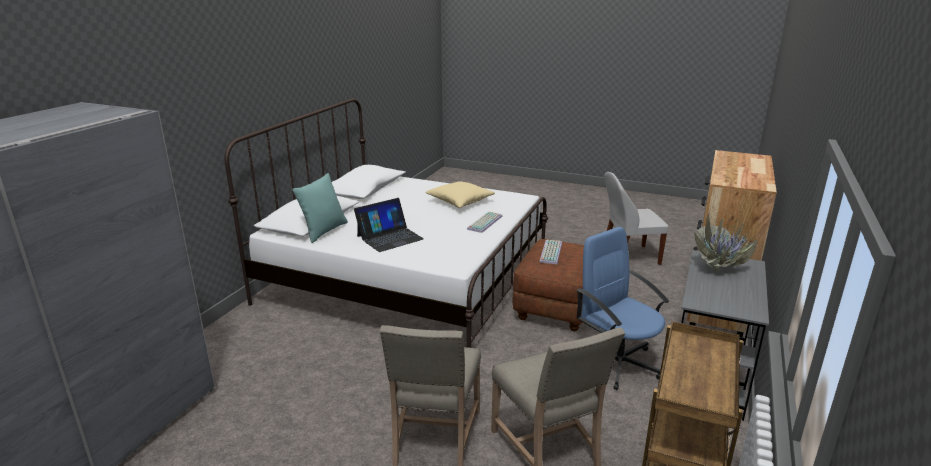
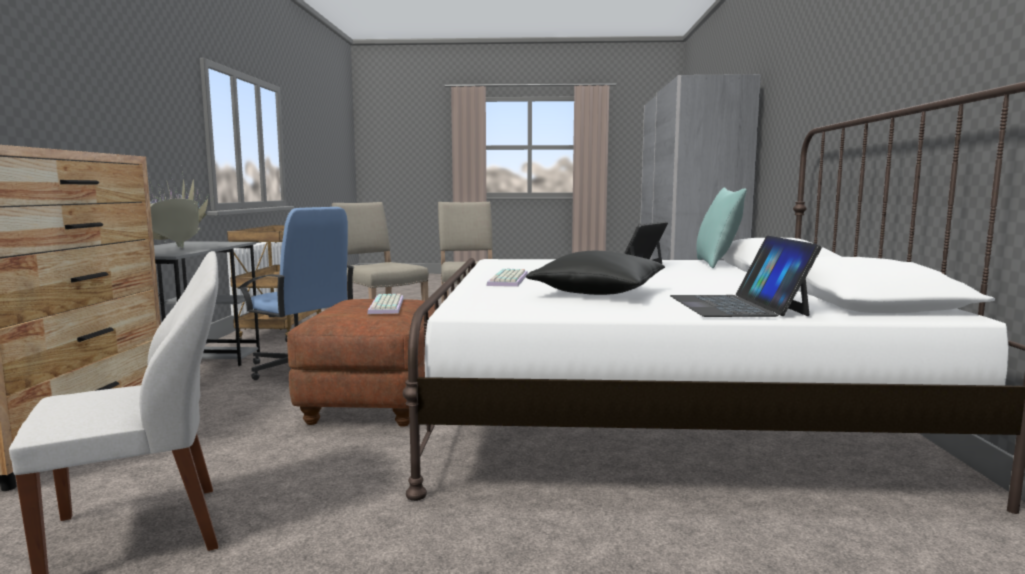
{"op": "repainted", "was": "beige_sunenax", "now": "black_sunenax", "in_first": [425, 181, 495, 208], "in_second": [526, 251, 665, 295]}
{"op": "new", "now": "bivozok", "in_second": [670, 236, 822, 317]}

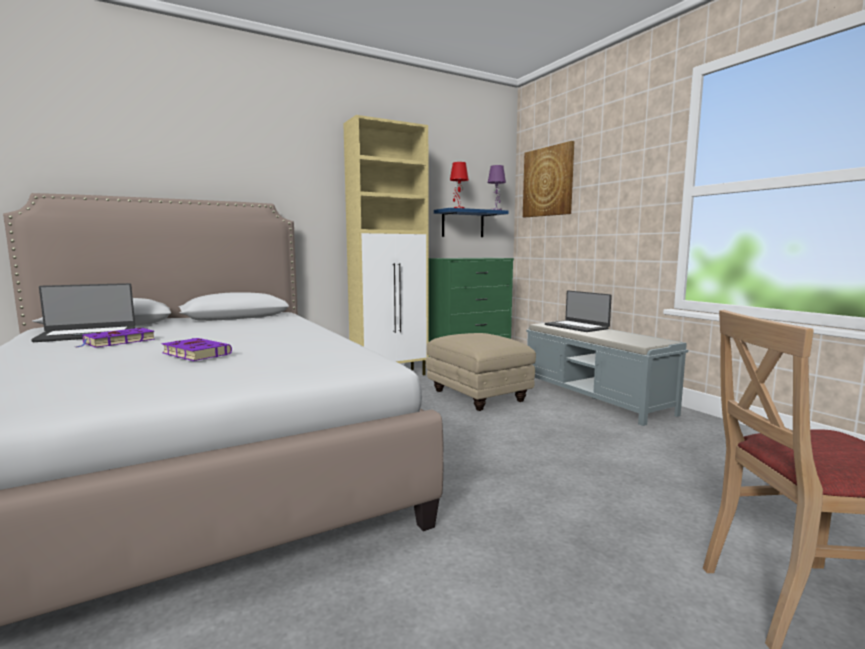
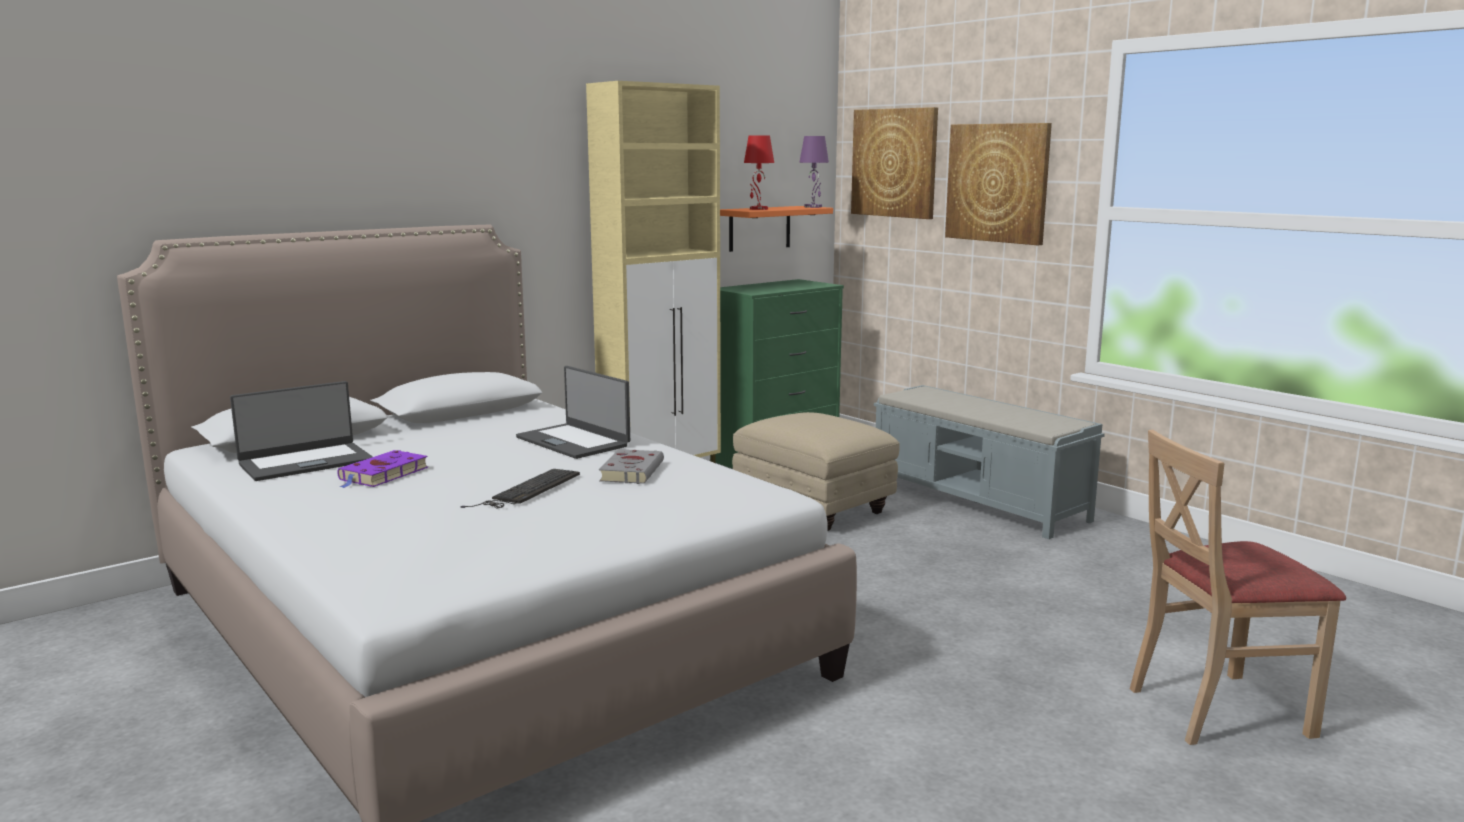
{"op": "swapped", "was": "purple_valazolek", "now": "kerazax", "in_first": [161, 338, 232, 361], "in_second": [460, 469, 580, 508]}
{"op": "shifted", "was": "bivozok", "in_first": [545, 290, 612, 332], "in_second": [516, 366, 630, 459]}
{"op": "new", "now": "grey_valazolek", "in_second": [599, 449, 664, 484]}
{"op": "repainted", "was": "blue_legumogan", "now": "orange_legumogan", "in_first": [434, 208, 508, 237], "in_second": [720, 206, 833, 252]}
{"op": "new", "now": "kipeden", "in_second": [945, 123, 1052, 246]}

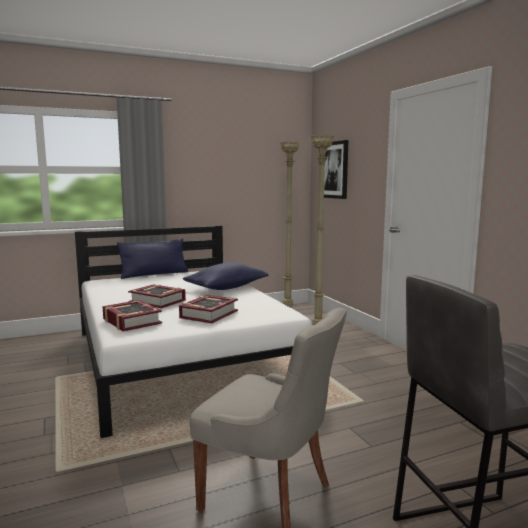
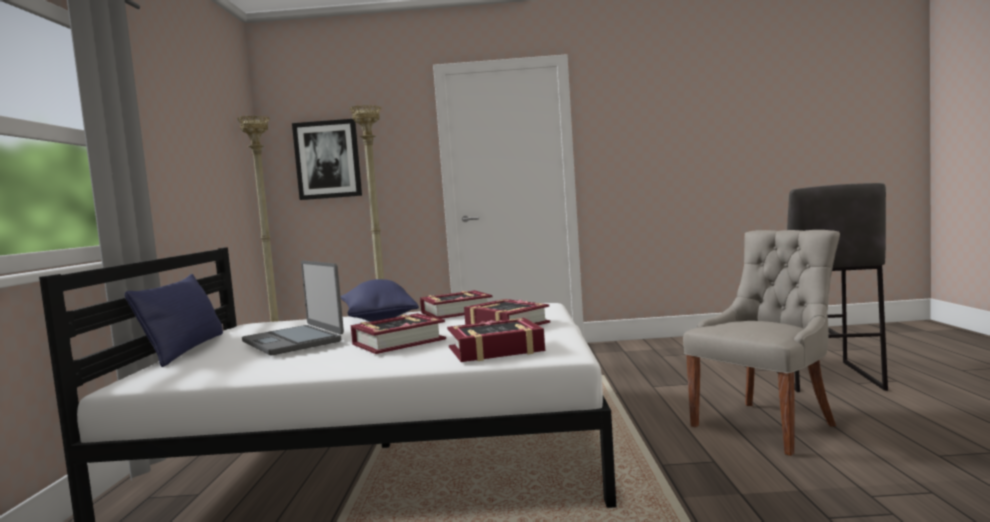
{"op": "new", "now": "bivozok", "in_second": [242, 261, 344, 355]}
{"op": "new", "now": "valazolek", "in_second": [420, 290, 492, 319]}

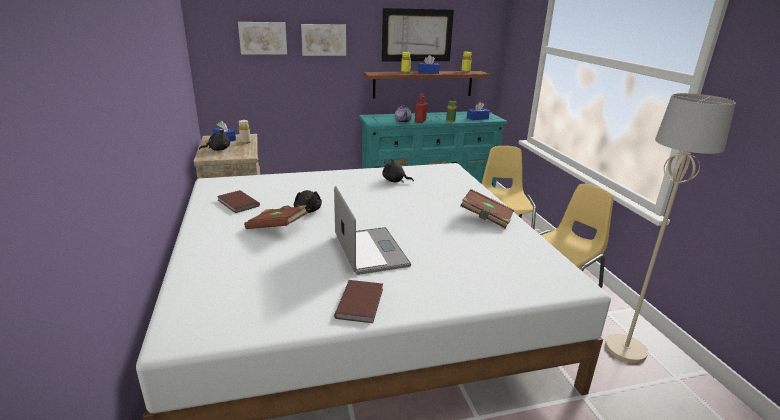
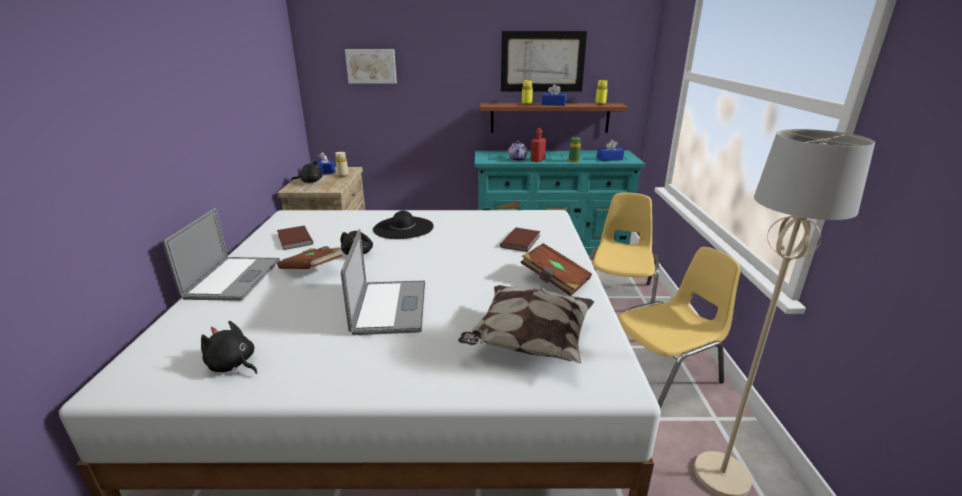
{"op": "new", "now": "bivozok", "in_second": [163, 208, 280, 301]}
{"op": "shifted", "was": "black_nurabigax", "in_first": [382, 159, 414, 183], "in_second": [201, 321, 257, 374]}
{"op": "new", "now": "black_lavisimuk", "in_second": [373, 211, 434, 239]}
{"op": "new", "now": "sunenax", "in_second": [458, 285, 594, 364]}
{"op": "shifted", "was": "brown_valazolek", "in_first": [334, 280, 383, 323], "in_second": [500, 228, 540, 252]}
{"op": "gone", "was": "kipeden", "in_first": [301, 24, 346, 56]}

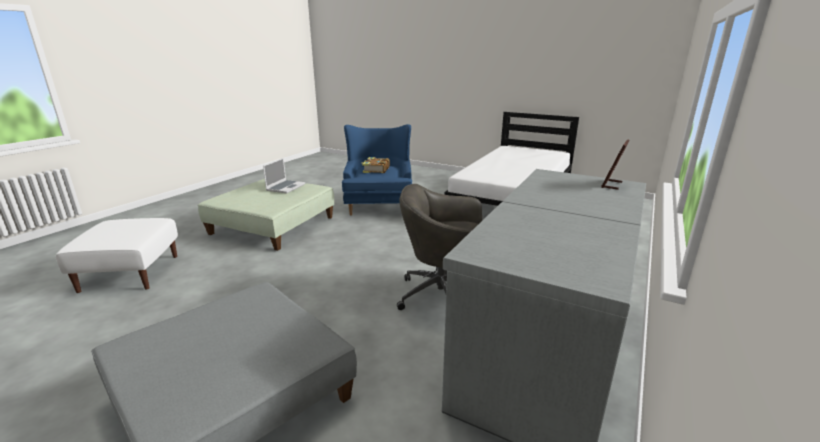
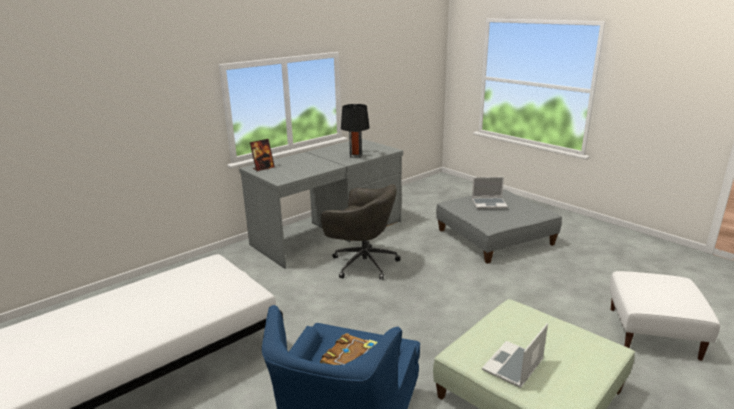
{"op": "new", "now": "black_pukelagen", "in_second": [341, 104, 370, 158]}
{"op": "new", "now": "bivozok", "in_second": [472, 177, 508, 209]}

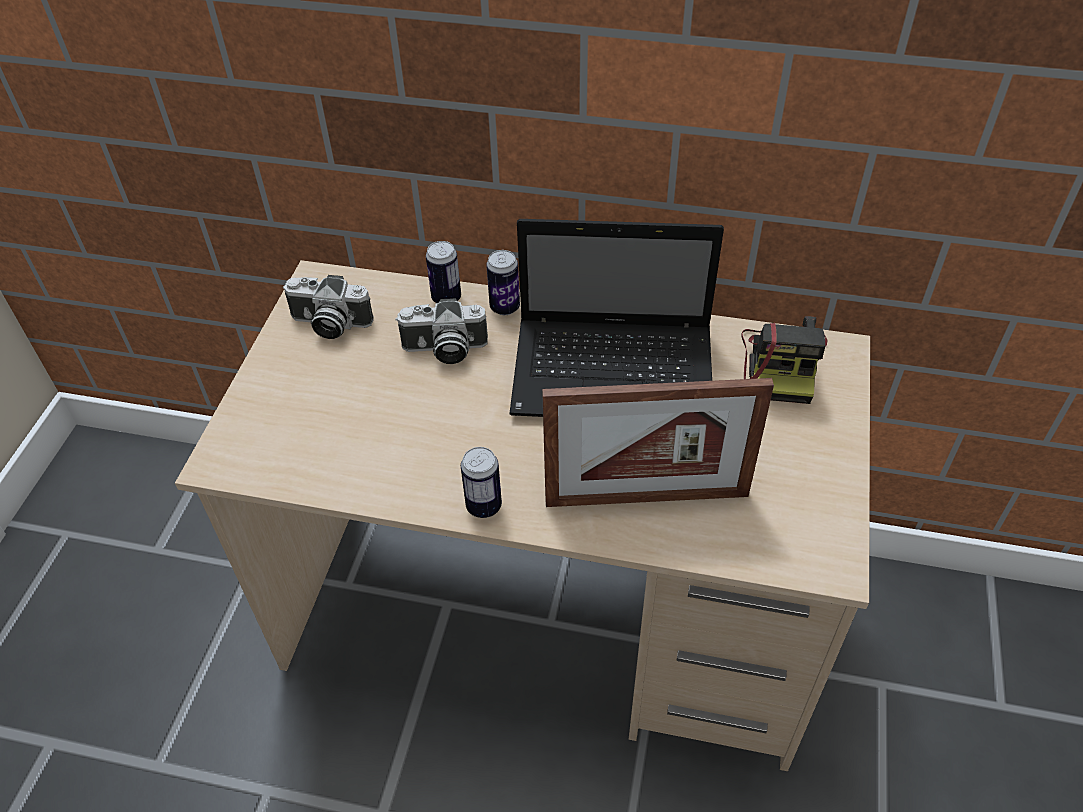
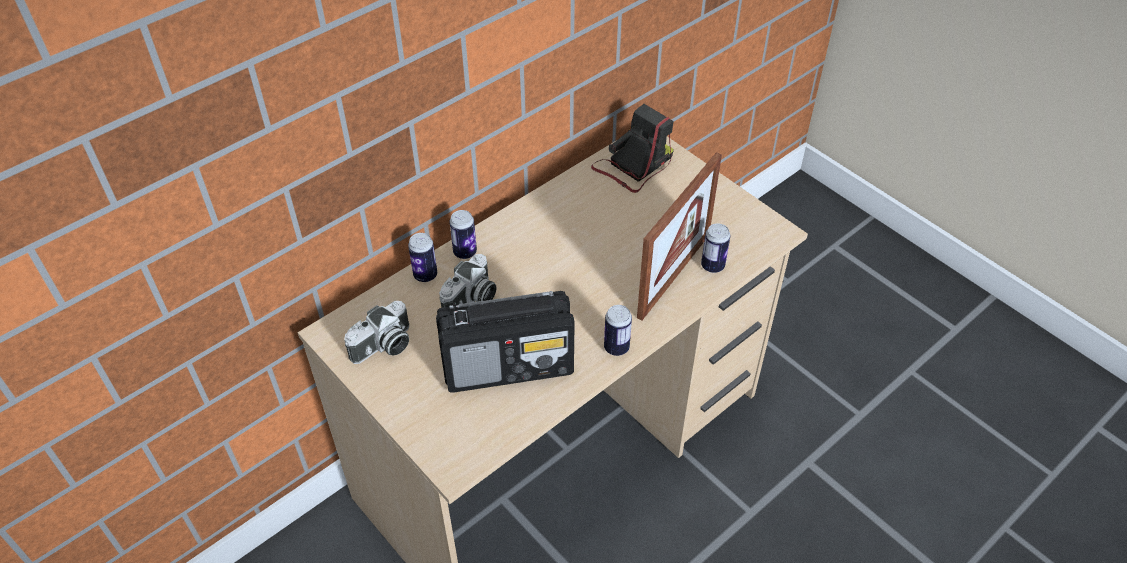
{"op": "new", "now": "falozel", "in_second": [436, 291, 574, 393]}
{"op": "rotated", "was": "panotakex", "in_first": [741, 316, 827, 404], "in_second": [591, 104, 674, 193], "clockwise": -90}
{"op": "new", "now": "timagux", "in_second": [701, 223, 730, 273]}
{"op": "gone", "was": "bivozok", "in_first": [510, 219, 724, 417]}

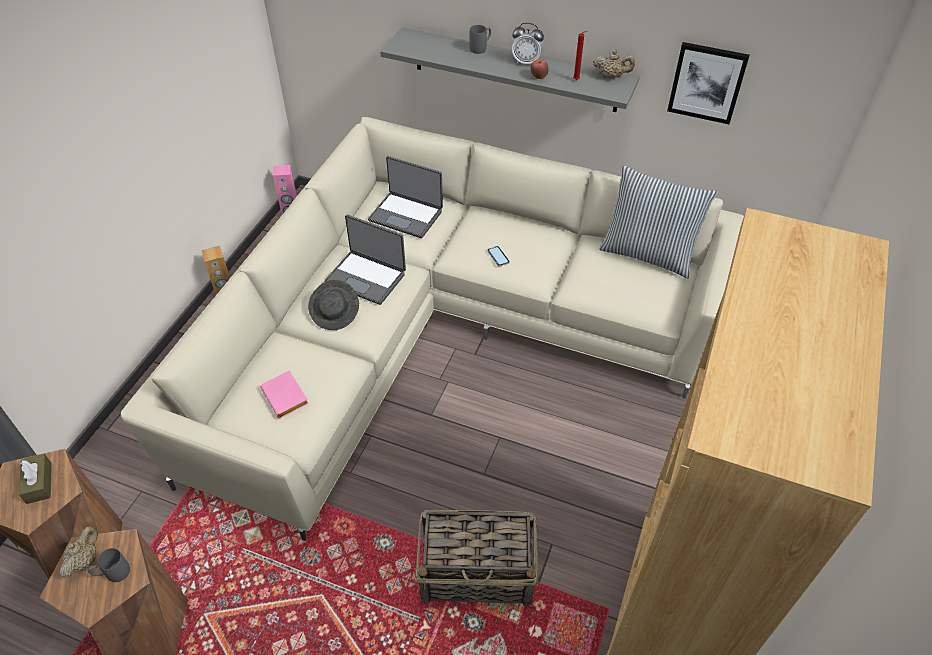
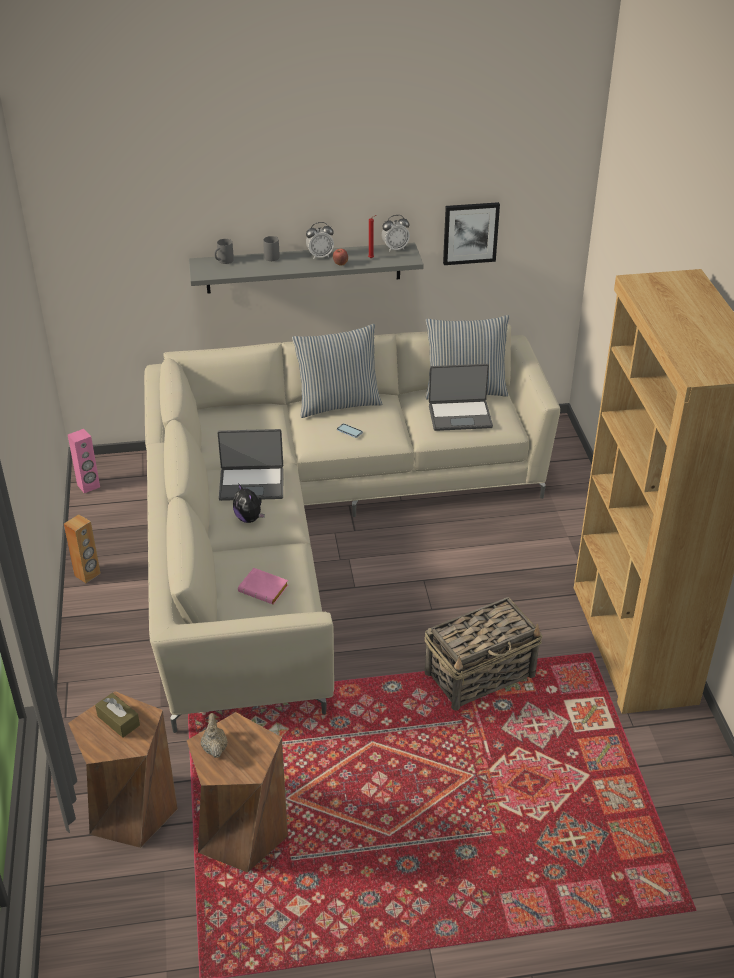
{"op": "shifted", "was": "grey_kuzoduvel", "in_first": [88, 548, 130, 582], "in_second": [214, 239, 234, 264]}
{"op": "swapped", "was": "grey_lavisimuk", "now": "nurabigax", "in_first": [308, 280, 359, 330], "in_second": [233, 483, 265, 523]}
{"op": "new", "now": "sunenax", "in_second": [292, 324, 383, 418]}
{"op": "swapped", "was": "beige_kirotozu", "now": "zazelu", "in_first": [593, 50, 635, 79], "in_second": [382, 215, 410, 252]}
{"op": "shifted", "was": "bivozok", "in_first": [368, 156, 443, 238], "in_second": [429, 364, 493, 431]}

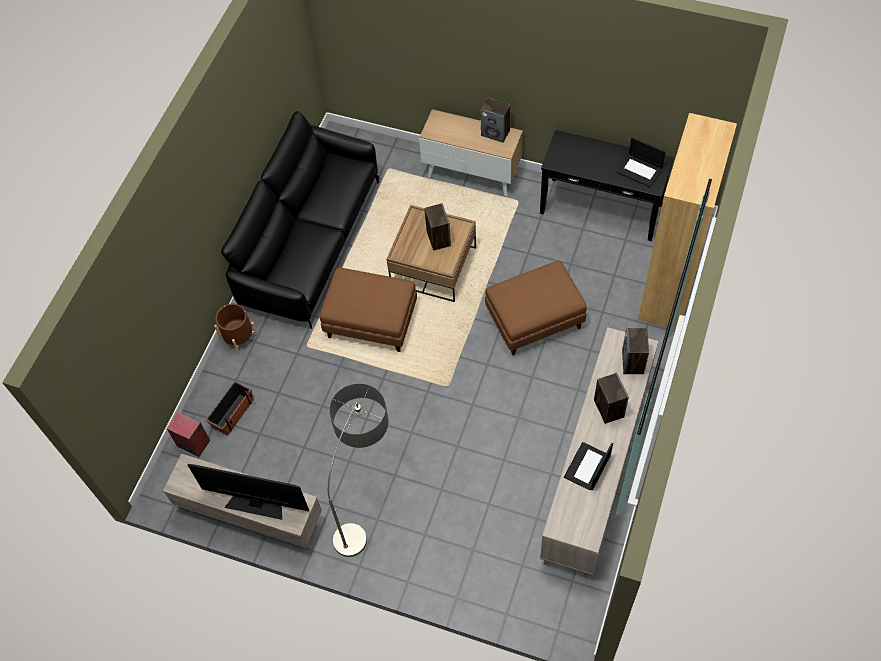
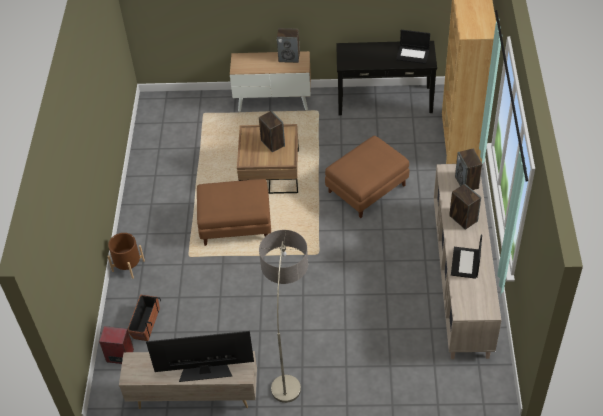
{"op": "gone", "was": "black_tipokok", "in_first": [221, 111, 379, 329]}

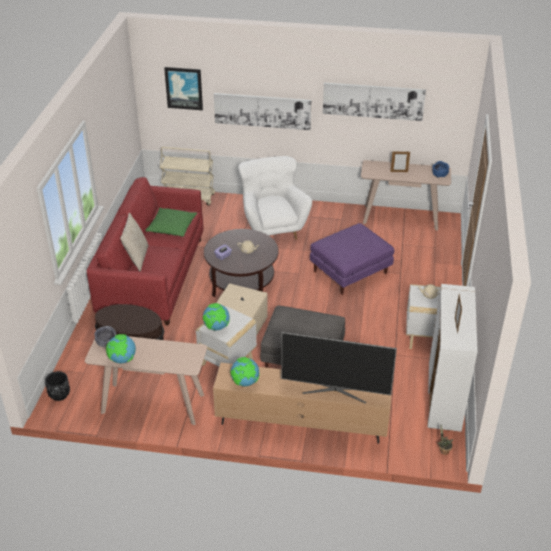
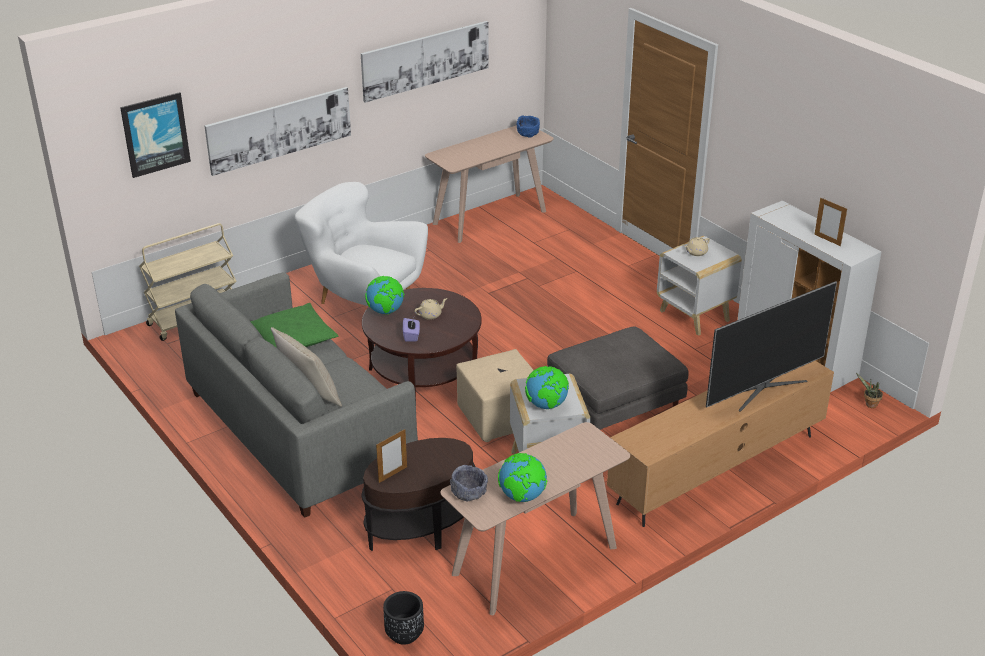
{"op": "repainted", "was": "red_tipokok", "now": "grey_tipokok", "in_first": [87, 177, 203, 325], "in_second": [175, 272, 418, 518]}
{"op": "shifted", "was": "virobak", "in_first": [230, 357, 260, 386], "in_second": [365, 276, 404, 314]}
{"op": "shifted", "was": "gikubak", "in_first": [390, 151, 410, 172], "in_second": [376, 429, 407, 483]}
{"op": "gone", "was": "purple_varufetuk", "in_first": [310, 223, 394, 295]}

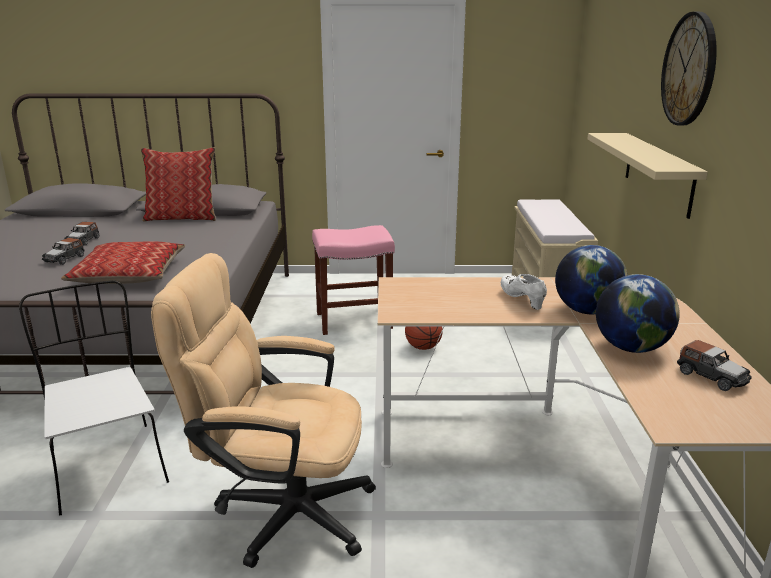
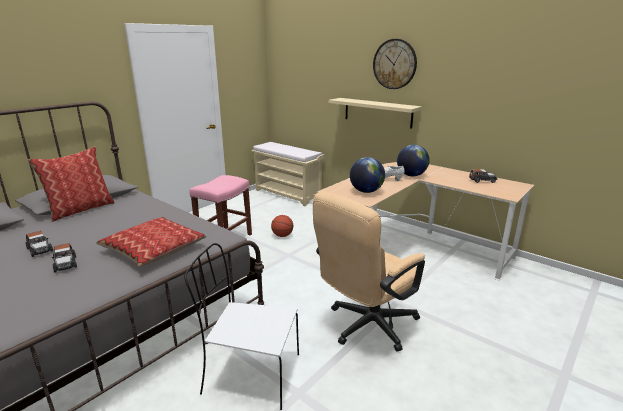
{"op": "shifted", "was": "virobak", "in_first": [596, 274, 680, 353], "in_second": [350, 157, 385, 193]}

